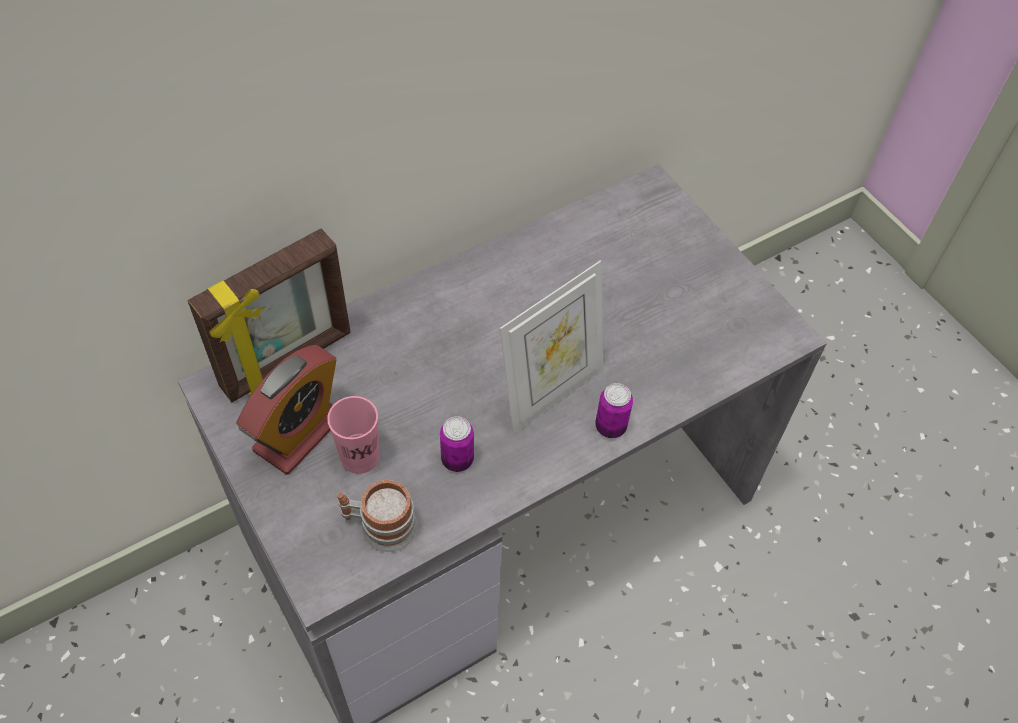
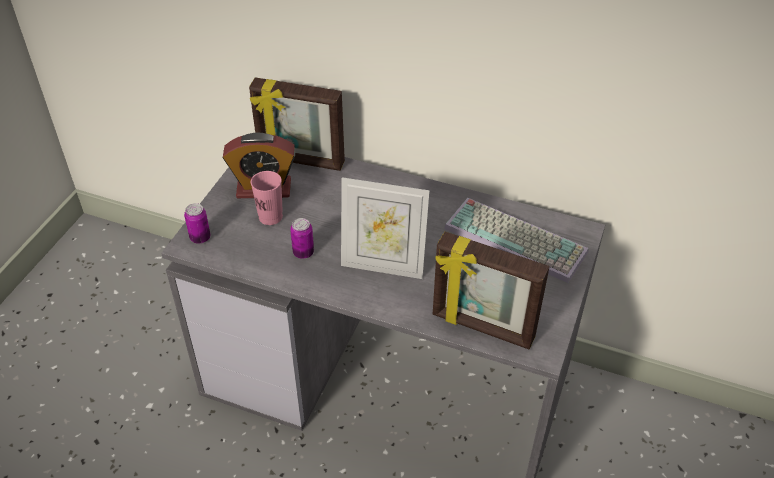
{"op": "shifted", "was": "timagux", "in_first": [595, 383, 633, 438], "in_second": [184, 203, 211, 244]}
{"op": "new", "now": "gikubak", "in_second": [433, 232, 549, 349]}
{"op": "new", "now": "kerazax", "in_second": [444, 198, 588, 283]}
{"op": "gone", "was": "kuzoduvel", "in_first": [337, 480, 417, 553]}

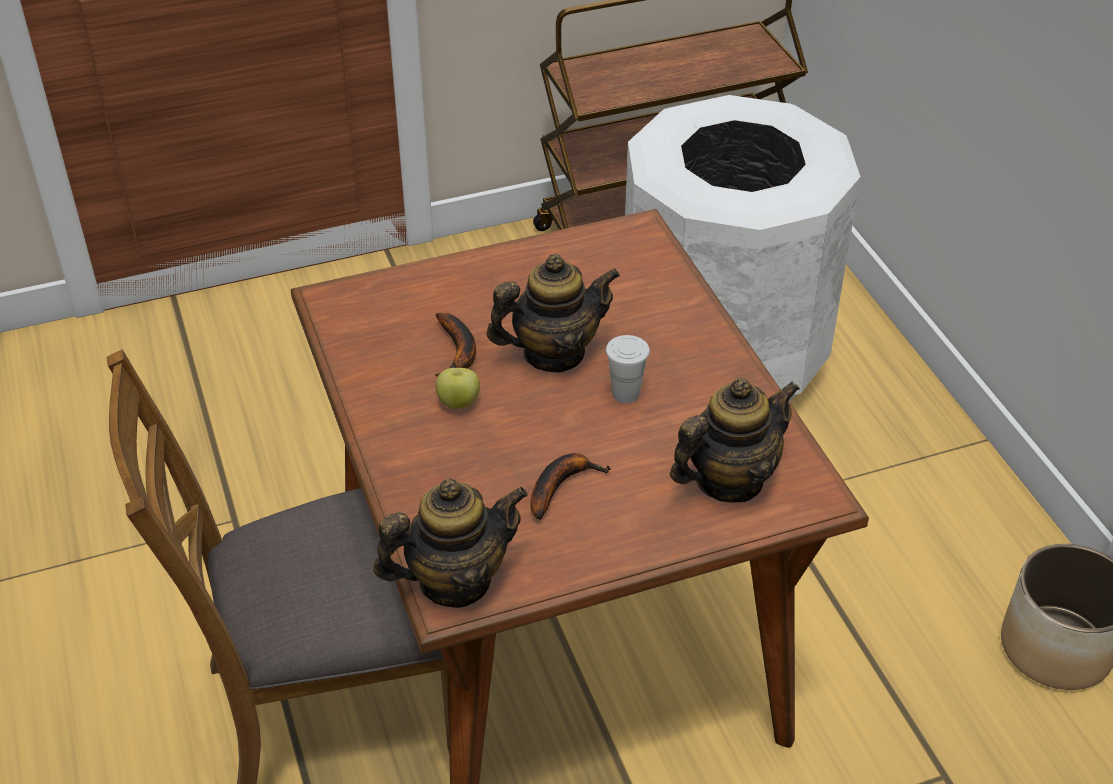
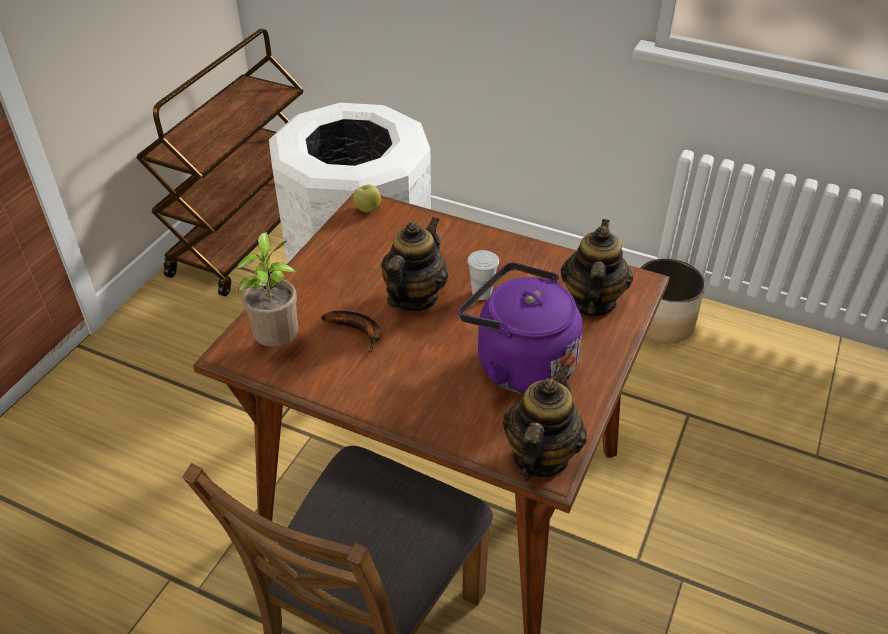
{"op": "new", "now": "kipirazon", "in_second": [236, 232, 298, 347]}
{"op": "shifted", "was": "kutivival", "in_first": [436, 368, 480, 409], "in_second": [352, 185, 381, 212]}
{"op": "swapped", "was": "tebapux", "now": "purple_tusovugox", "in_first": [530, 453, 611, 520], "in_second": [459, 262, 583, 394]}

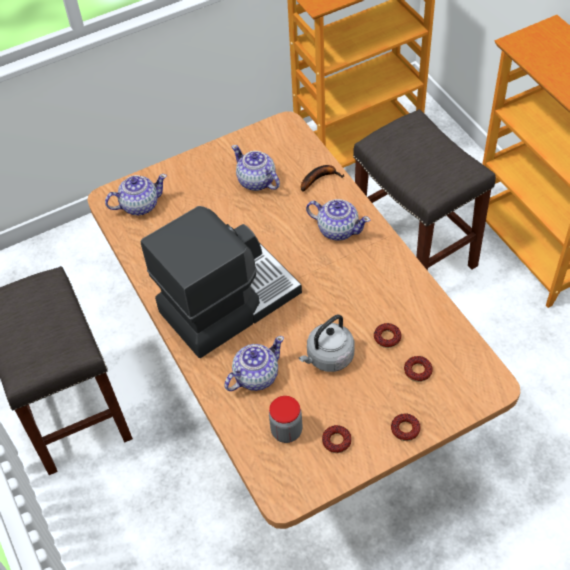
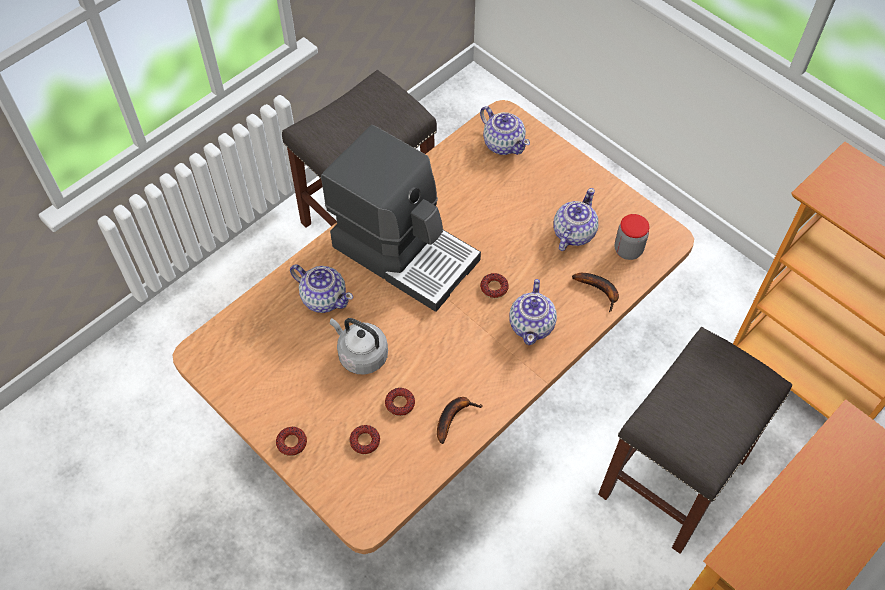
{"op": "new", "now": "tebapux", "in_second": [437, 397, 483, 444]}
{"op": "shifted", "was": "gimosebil", "in_first": [322, 425, 352, 453], "in_second": [480, 273, 509, 299]}
{"op": "shifted", "was": "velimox", "in_first": [269, 396, 302, 443], "in_second": [615, 214, 650, 260]}

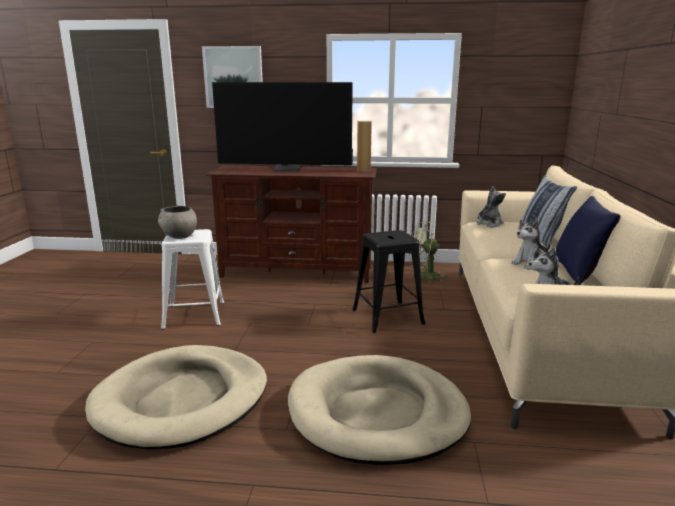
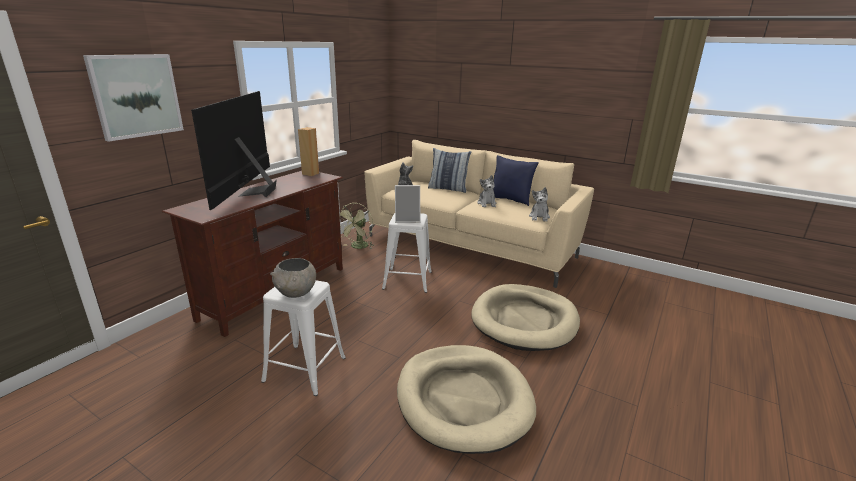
{"op": "rotated", "was": "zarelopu", "in_first": [212, 82, 353, 171], "in_second": [191, 91, 277, 210], "clockwise": 150}
{"op": "repainted", "was": "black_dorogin", "now": "white_dorogin", "in_first": [352, 230, 425, 333], "in_second": [382, 213, 432, 293]}
{"op": "new", "now": "gikubak", "in_second": [395, 185, 421, 223]}

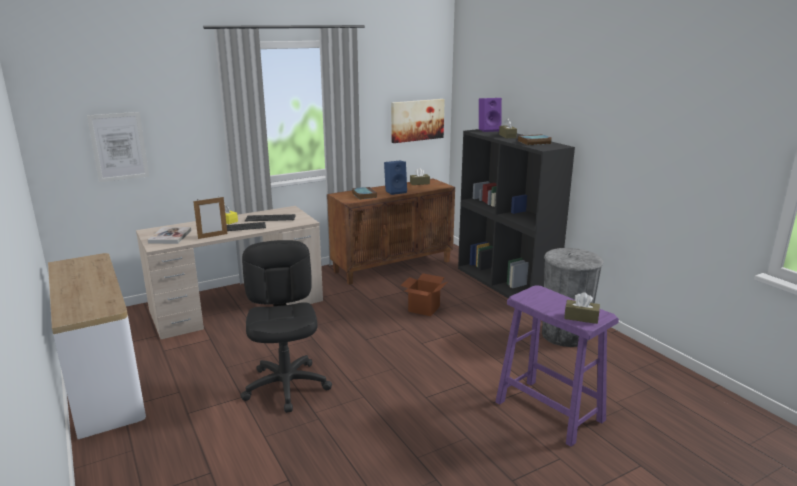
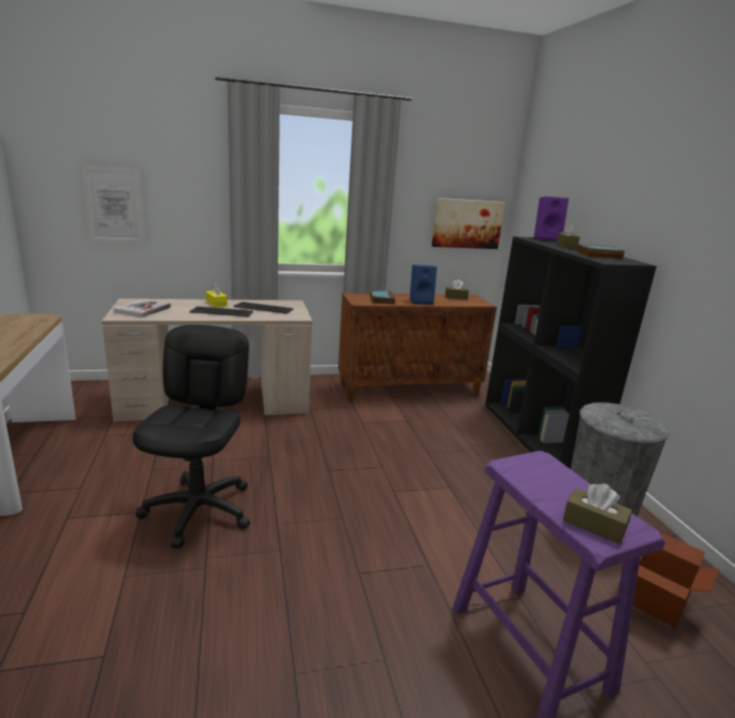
{"op": "shifted", "was": "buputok", "in_first": [400, 273, 447, 316], "in_second": [633, 532, 720, 628]}
{"op": "gone", "was": "gikubak", "in_first": [193, 196, 227, 239]}

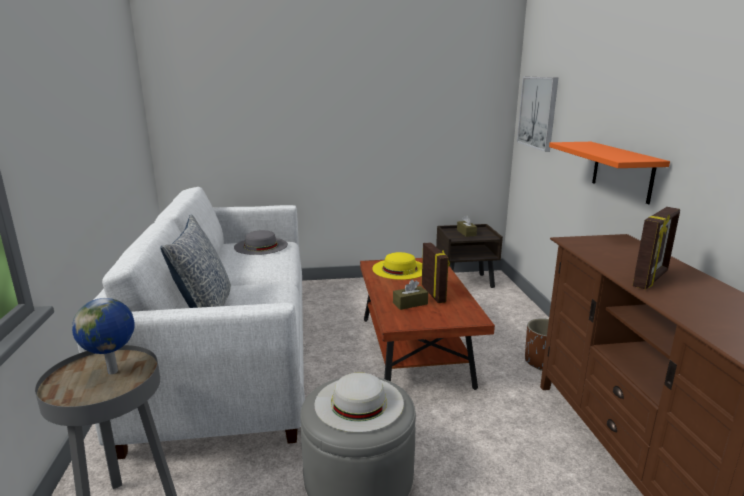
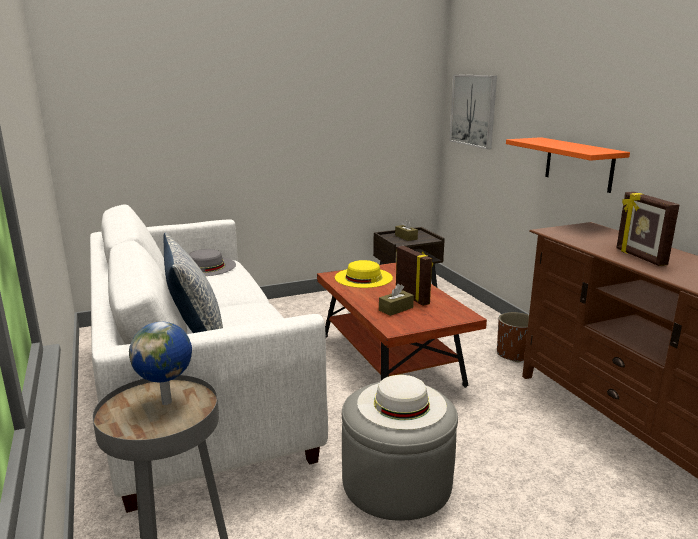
{"op": "rotated", "was": "gikubak", "in_first": [633, 207, 680, 290], "in_second": [616, 192, 679, 266], "clockwise": 135}

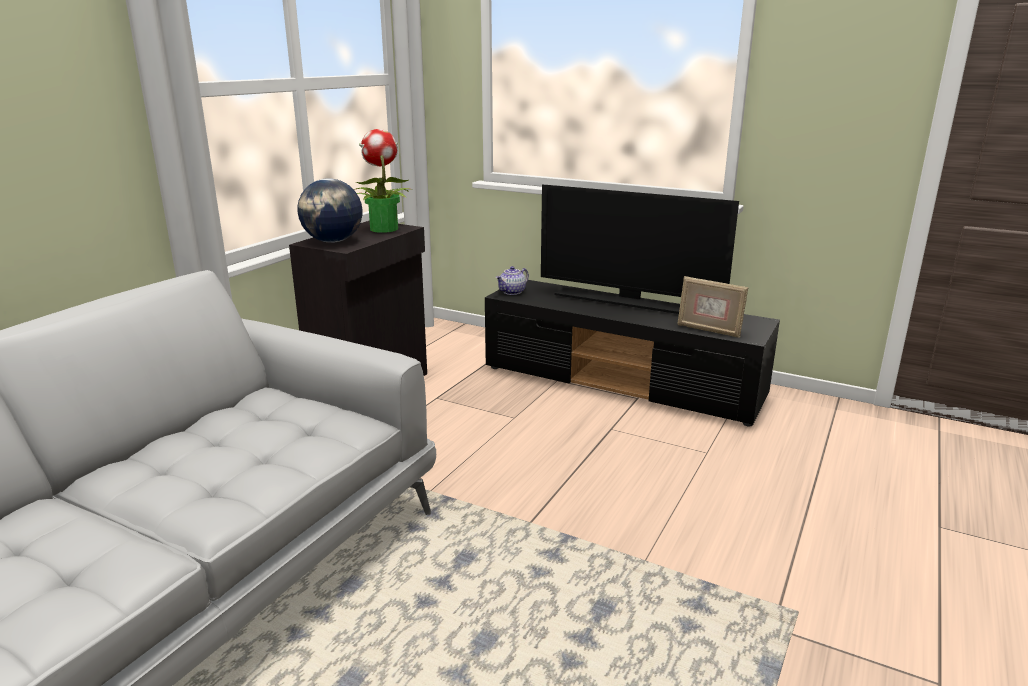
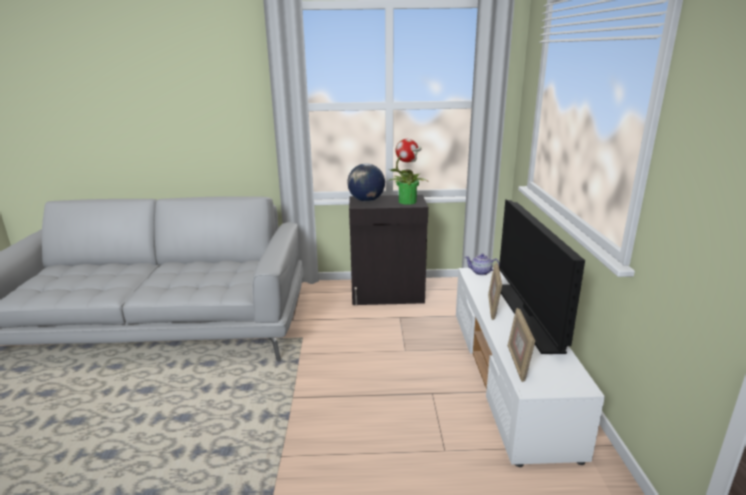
{"op": "repainted", "was": "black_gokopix", "now": "white_gokopix", "in_first": [485, 280, 780, 426], "in_second": [456, 267, 605, 467]}
{"op": "new", "now": "gikubak", "in_second": [488, 263, 502, 320]}

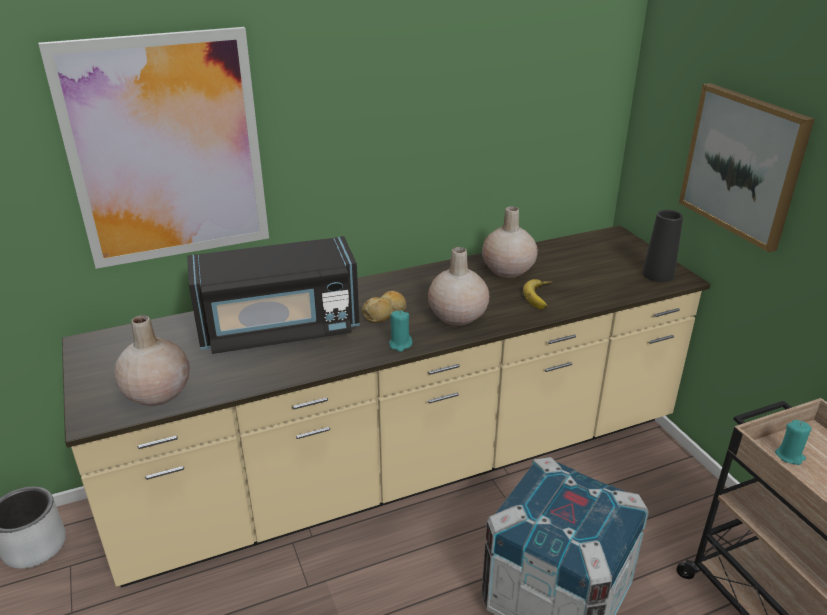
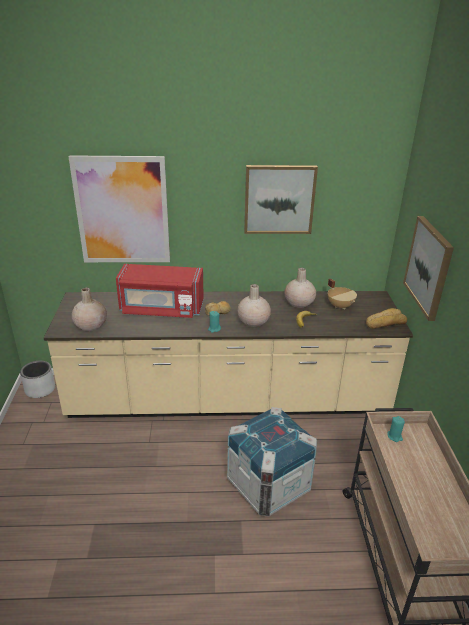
{"op": "repainted", "was": "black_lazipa", "now": "red_lazipa", "in_first": [187, 236, 360, 354], "in_second": [116, 264, 204, 318]}
{"op": "new", "now": "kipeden", "in_second": [244, 165, 318, 234]}
{"op": "new", "now": "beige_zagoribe", "in_second": [328, 279, 357, 310]}
{"op": "swapped", "was": "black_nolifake", "now": "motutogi", "in_first": [642, 210, 683, 282], "in_second": [366, 308, 407, 329]}

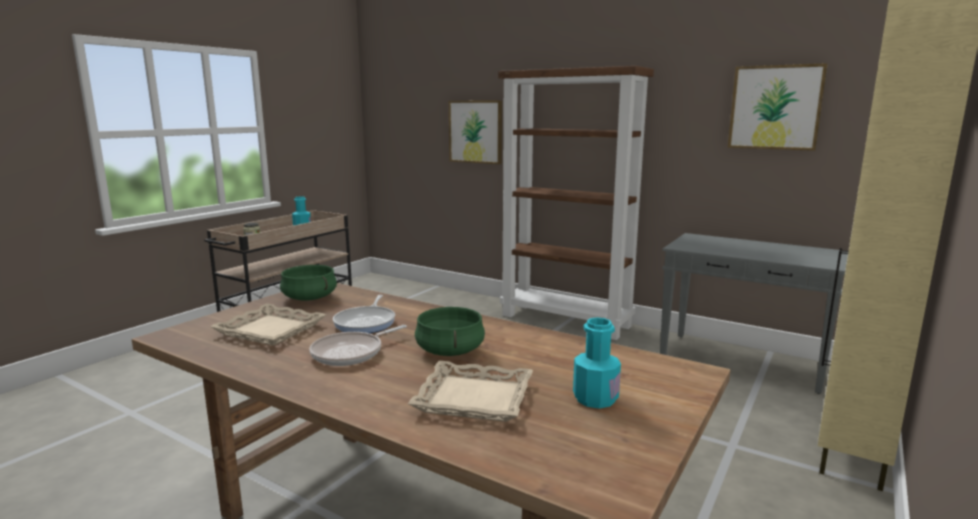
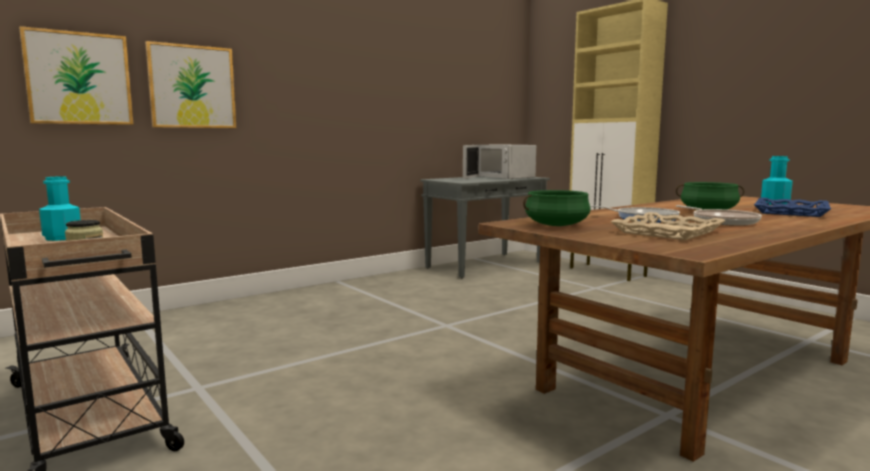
{"op": "shifted", "was": "kipeden", "in_first": [728, 63, 828, 151], "in_second": [19, 26, 134, 125]}
{"op": "new", "now": "white_lazipa", "in_second": [463, 145, 536, 179]}
{"op": "repainted", "was": "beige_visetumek", "now": "blue_visetumek", "in_first": [408, 361, 533, 422], "in_second": [754, 197, 831, 217]}
{"op": "gone", "was": "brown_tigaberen", "in_first": [498, 66, 654, 340]}

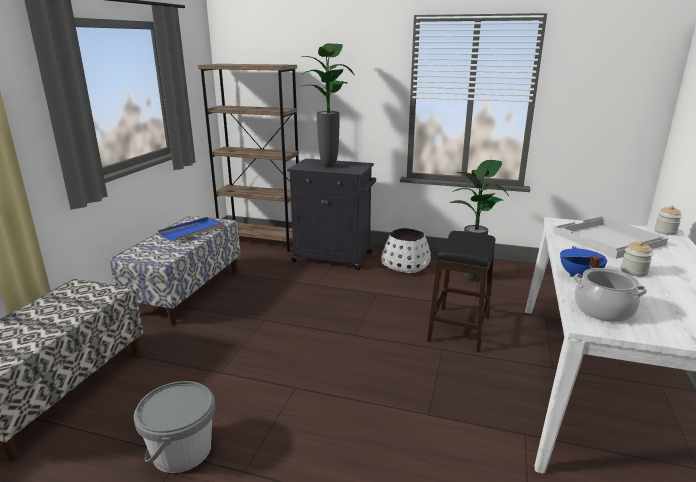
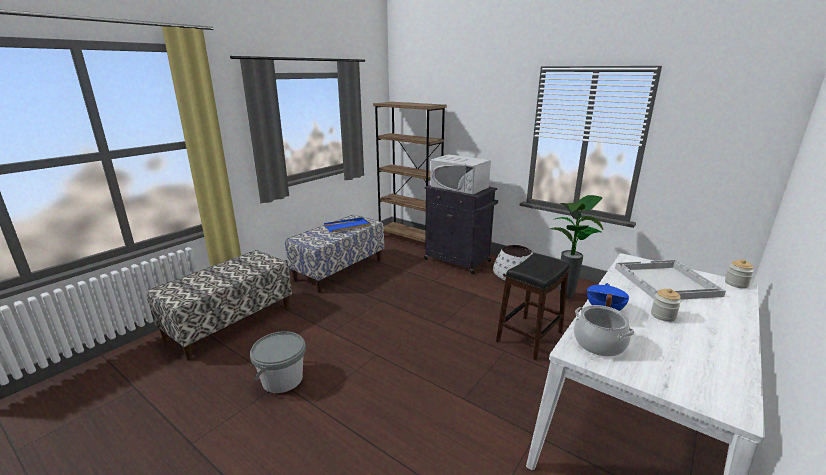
{"op": "swapped", "was": "kipirazon", "now": "white_lazipa", "in_first": [300, 43, 354, 167], "in_second": [430, 154, 491, 195]}

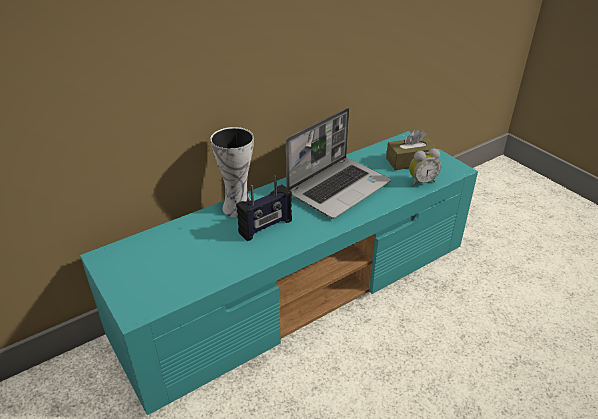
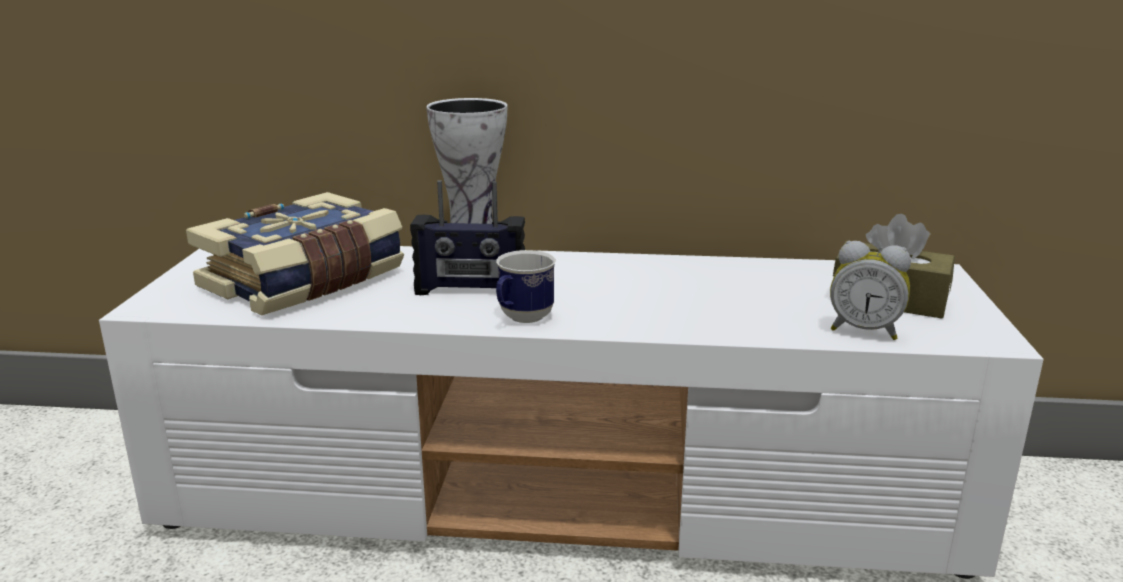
{"op": "repainted", "was": "turquoise_gokopix", "now": "white_gokopix", "in_first": [80, 131, 478, 415], "in_second": [99, 246, 1044, 579]}
{"op": "new", "now": "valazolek", "in_second": [186, 192, 404, 315]}
{"op": "new", "now": "kuzoduvel", "in_second": [496, 250, 556, 323]}
{"op": "gone", "was": "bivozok", "in_first": [286, 108, 391, 219]}

